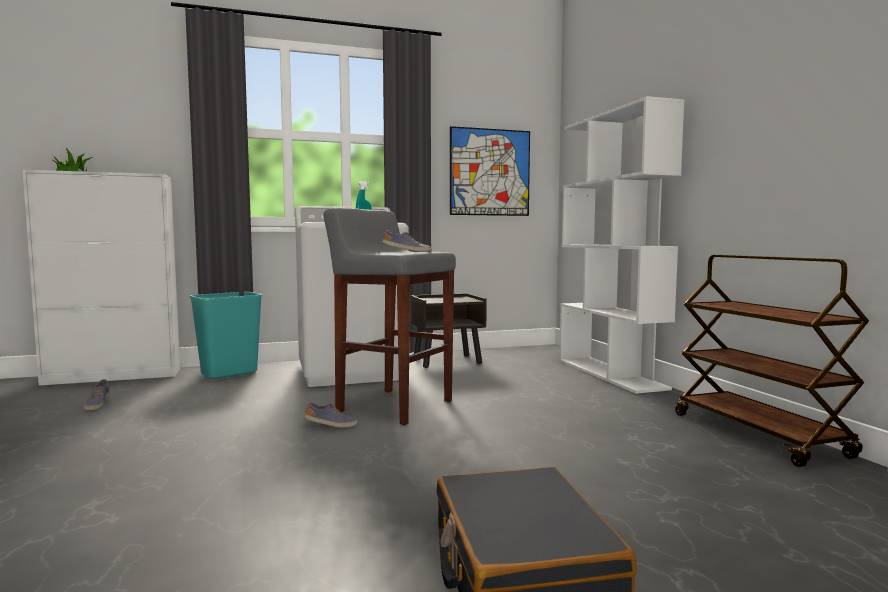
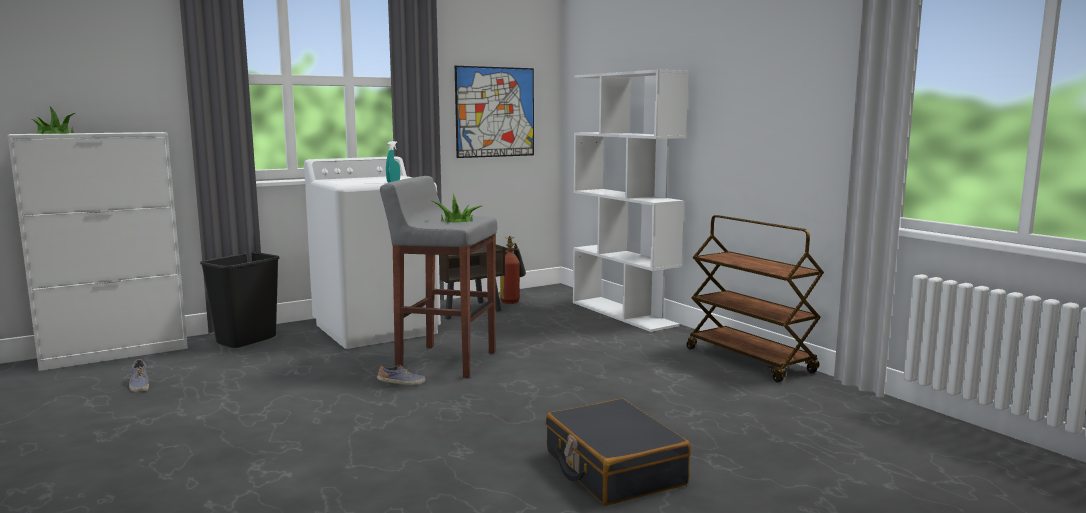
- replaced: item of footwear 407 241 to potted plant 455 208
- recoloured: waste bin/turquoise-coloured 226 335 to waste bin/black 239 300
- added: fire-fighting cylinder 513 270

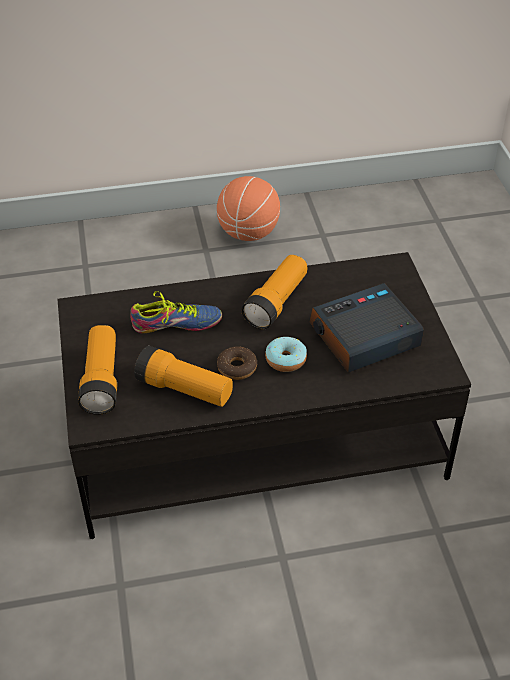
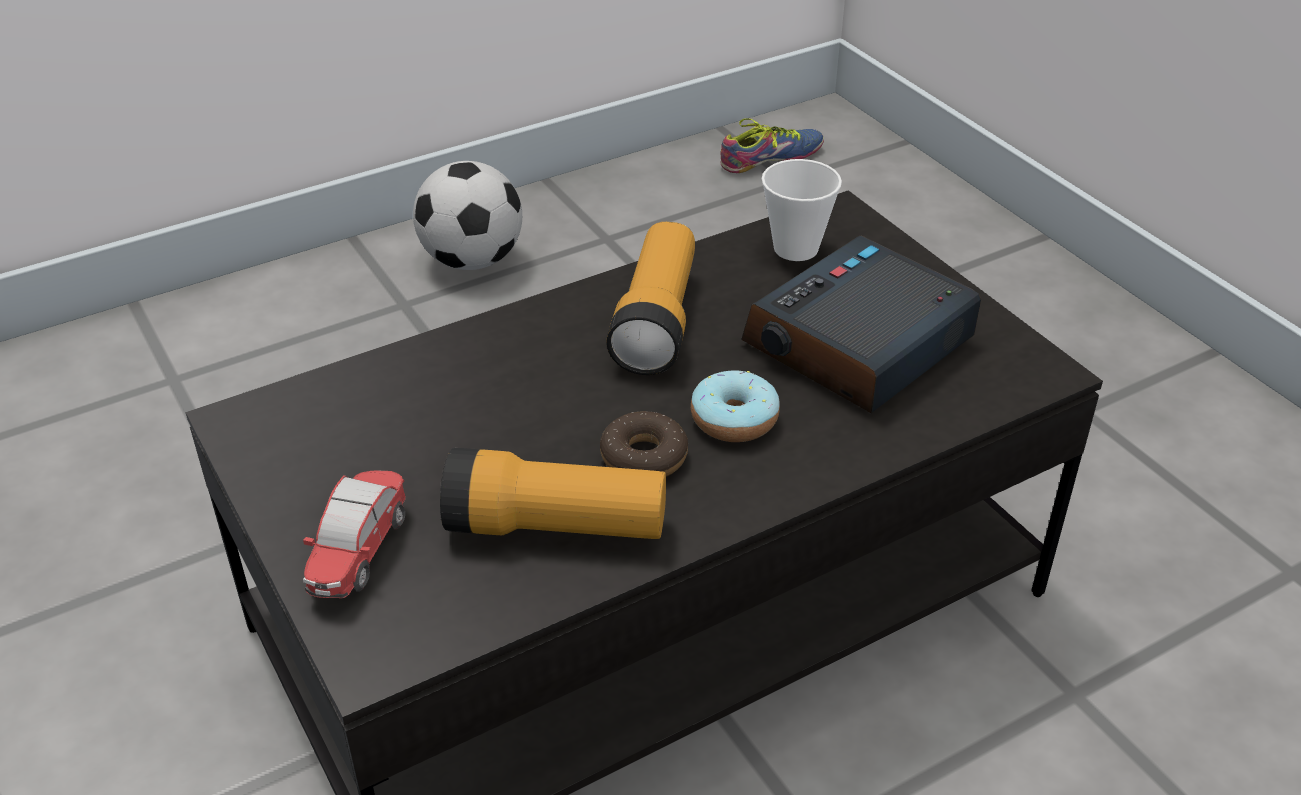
- replaced: basketball 248 208 to football ball 467 215
- moved: item of footwear 176 312 to 772 145
- replaced: flashlight 97 370 to miniature car 354 534
- added: cup 802 210

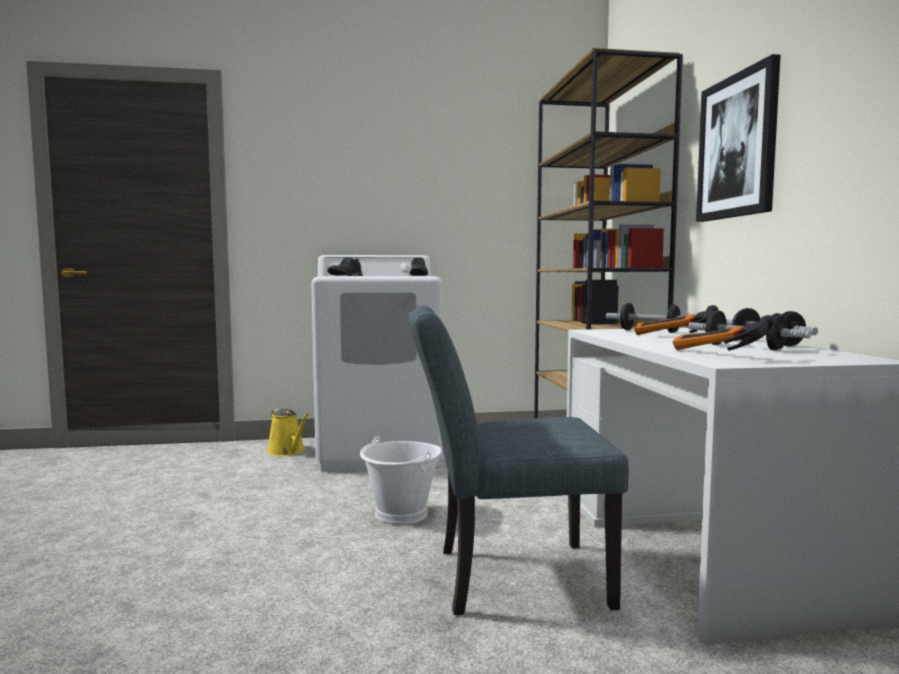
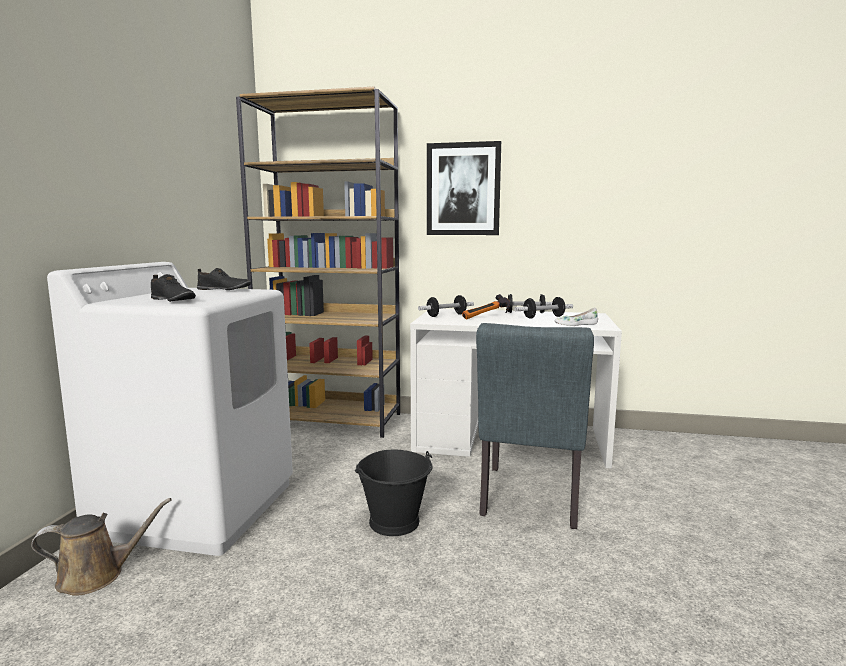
- replaced: tool hammer 724 333 to item of footwear/white 576 317
- recoloured: watering can/yellowish 288 432 to watering can/brown 101 546
- recoloured: water bucket/white 400 480 to water bucket/black 394 493

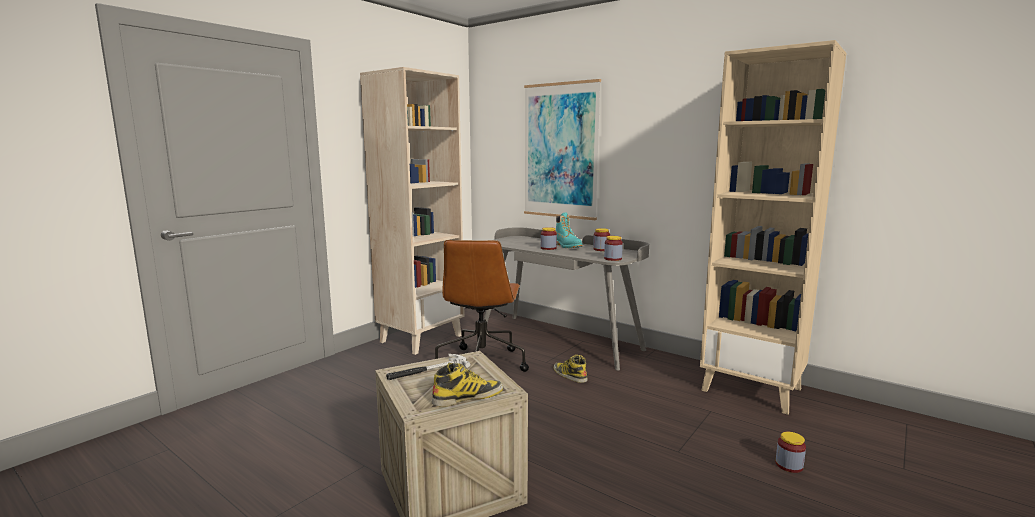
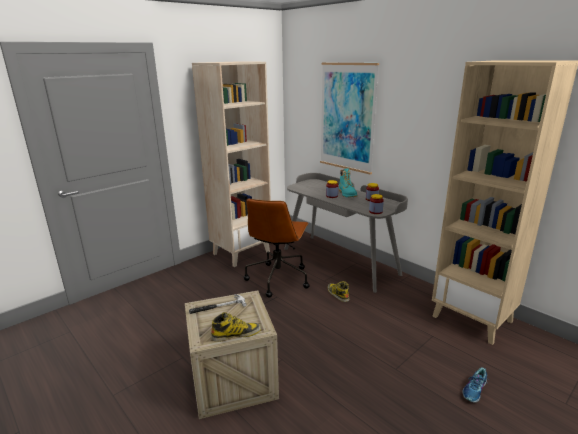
- replaced: preserve jar 791 452 to item of footwear 474 385

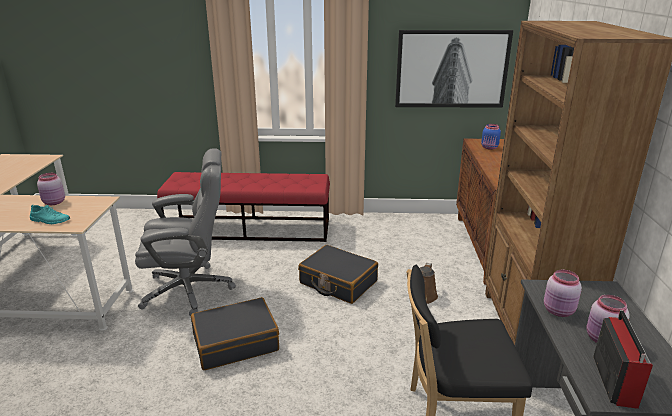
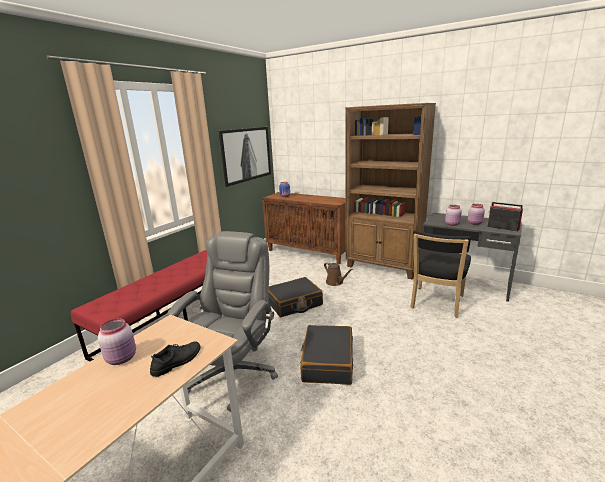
- recoloured: item of footwear/turquoise-coloured 50 214 to item of footwear/black 175 359

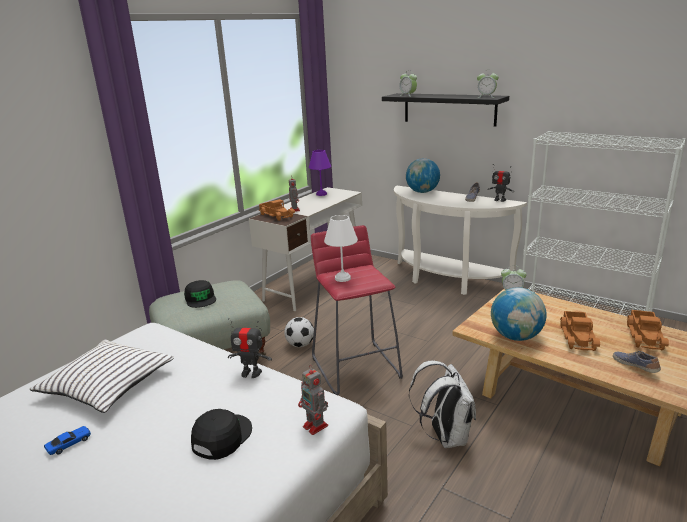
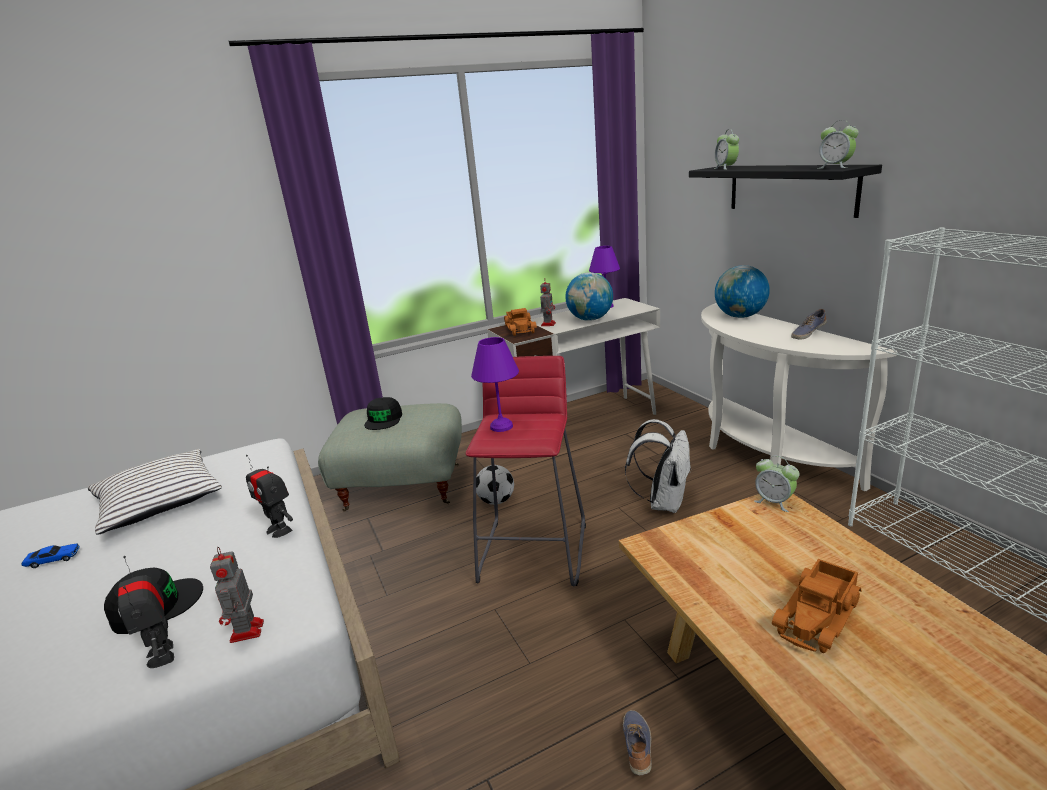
- moved: robot figure 500 184 to 146 612
- recoloured: table lamp/white 341 248 to table lamp/purplish 495 384
- moved: world globe 519 314 to 589 296
- removed: model truck 648 330
- moved: item of footwear 637 362 to 637 742
- moved: rucksack/white 442 404 to 658 466

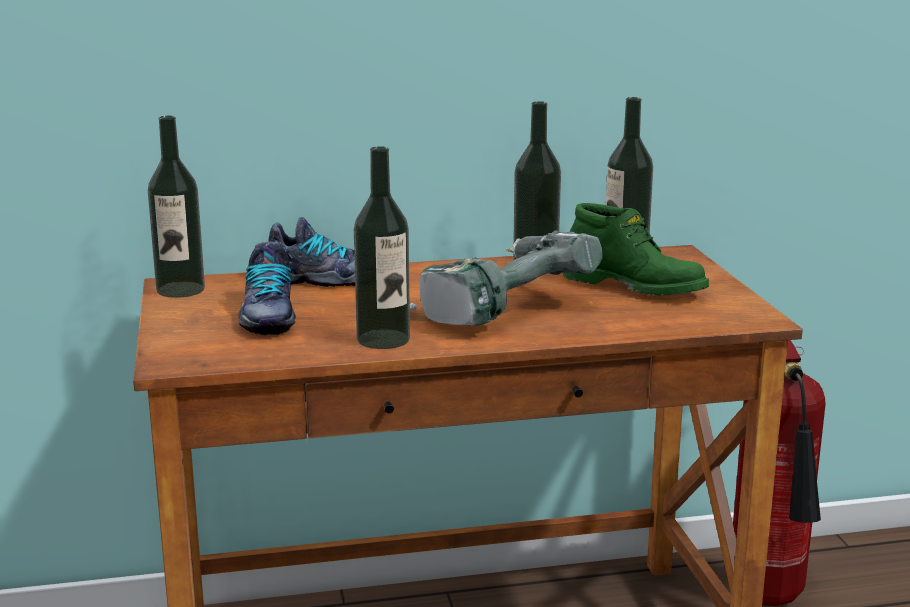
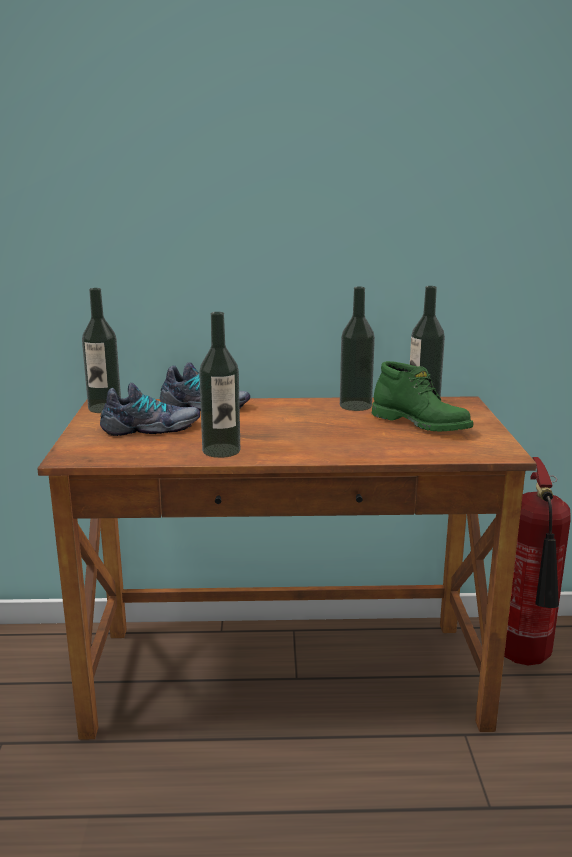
- removed: electric drill 506 278
- turned: item of footwear 267 288 = 150 409 105 degrees counterclockwise

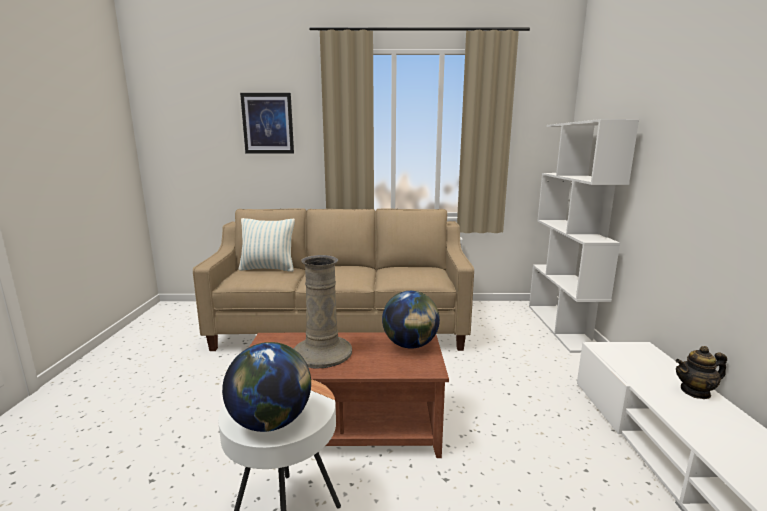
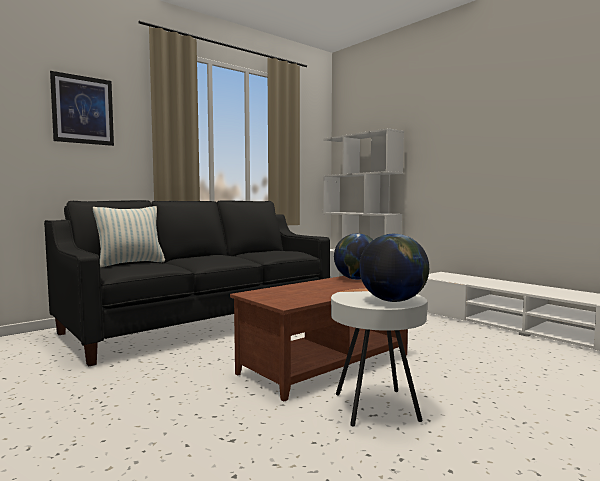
- recoloured: sofa/sand-coloured 333 279 to sofa/black 187 283
- removed: vase/sand-coloured 323 311
- removed: tea pot 701 372

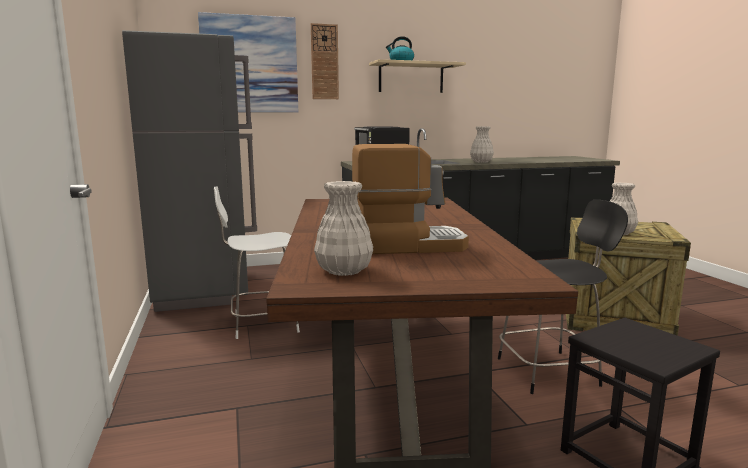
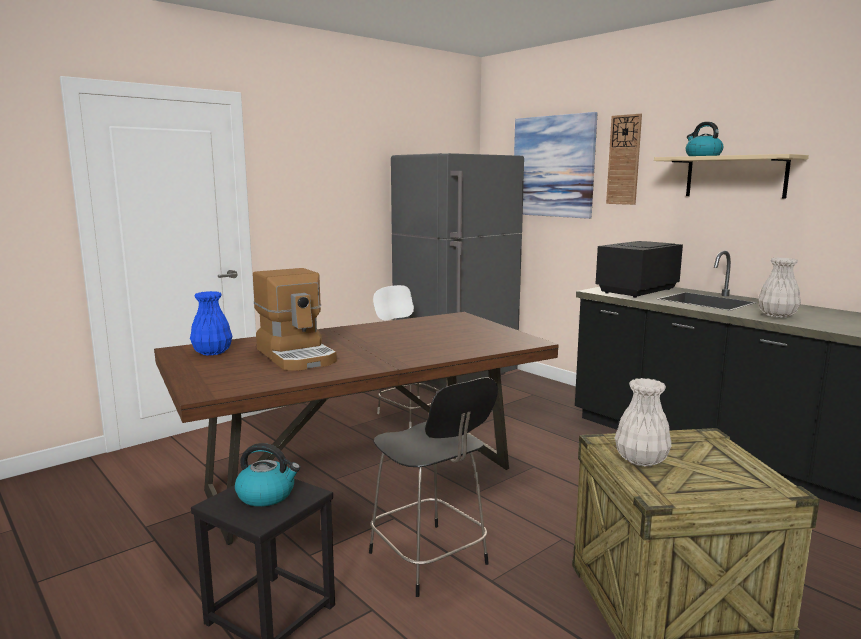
- recoloured: vase/white 343 228 to vase/bluish 211 323
- added: tea kettle 267 475

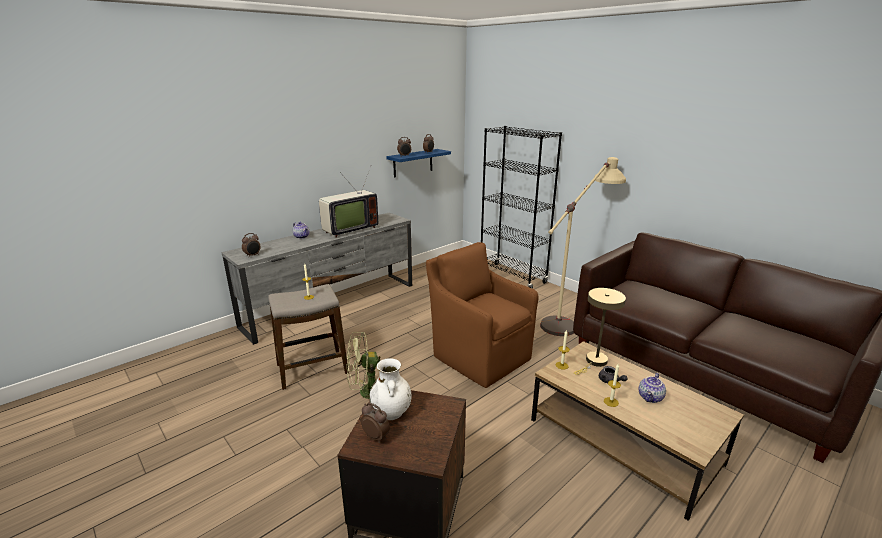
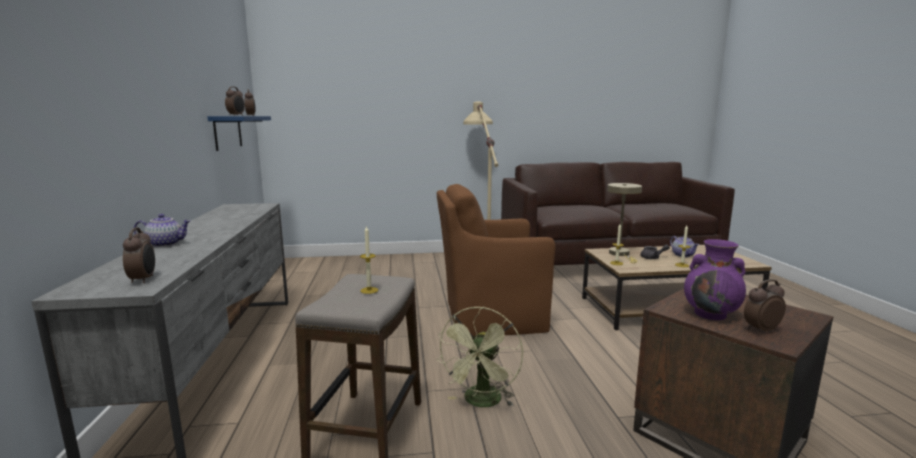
- removed: bookshelf/black 521 207
- removed: TV 348 202
- recoloured: vase/white 391 389 to vase/purplish 715 279

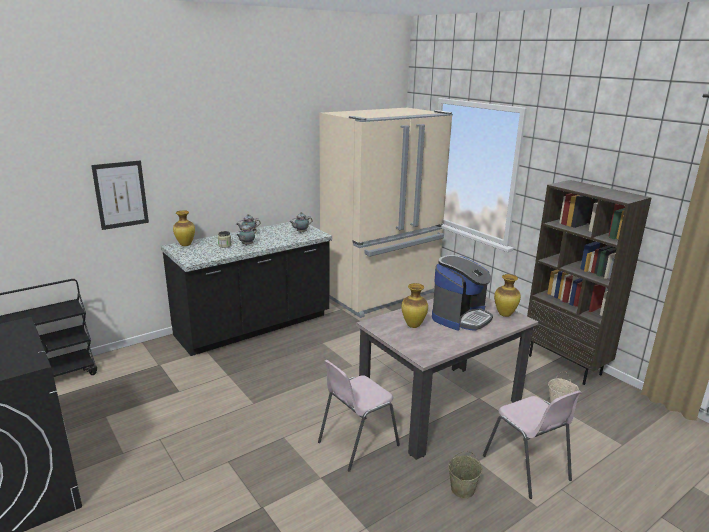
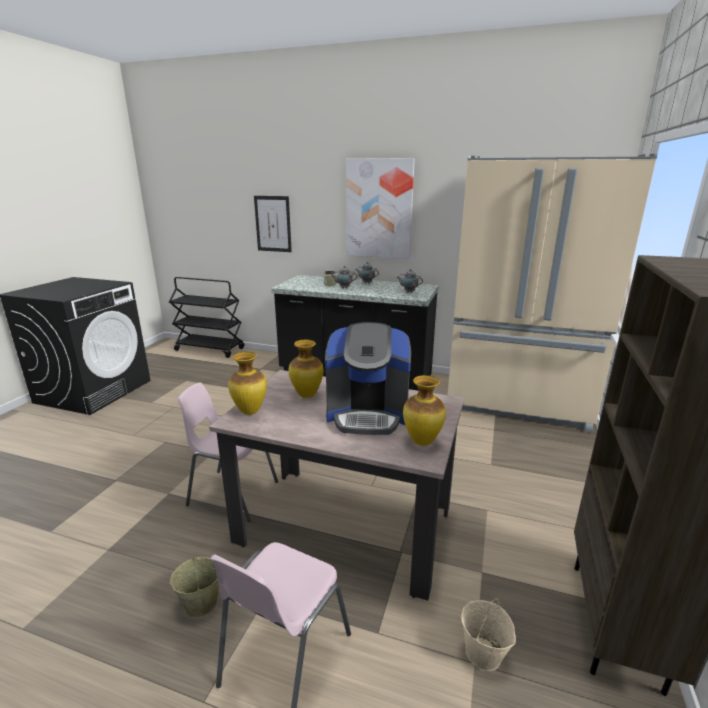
- moved: vase 184 228 to 247 383
- added: picture 380 208

